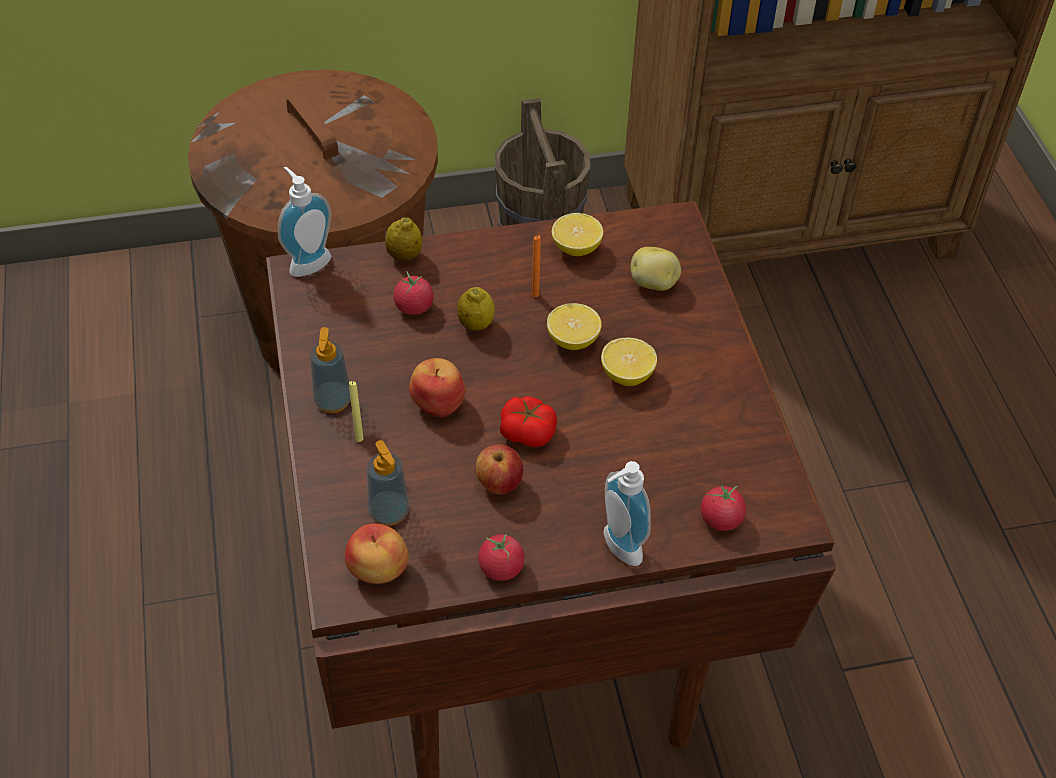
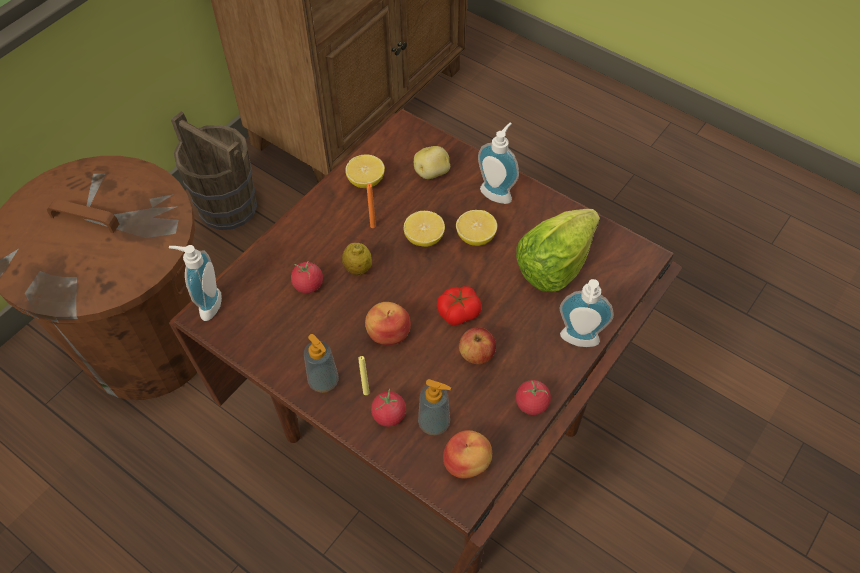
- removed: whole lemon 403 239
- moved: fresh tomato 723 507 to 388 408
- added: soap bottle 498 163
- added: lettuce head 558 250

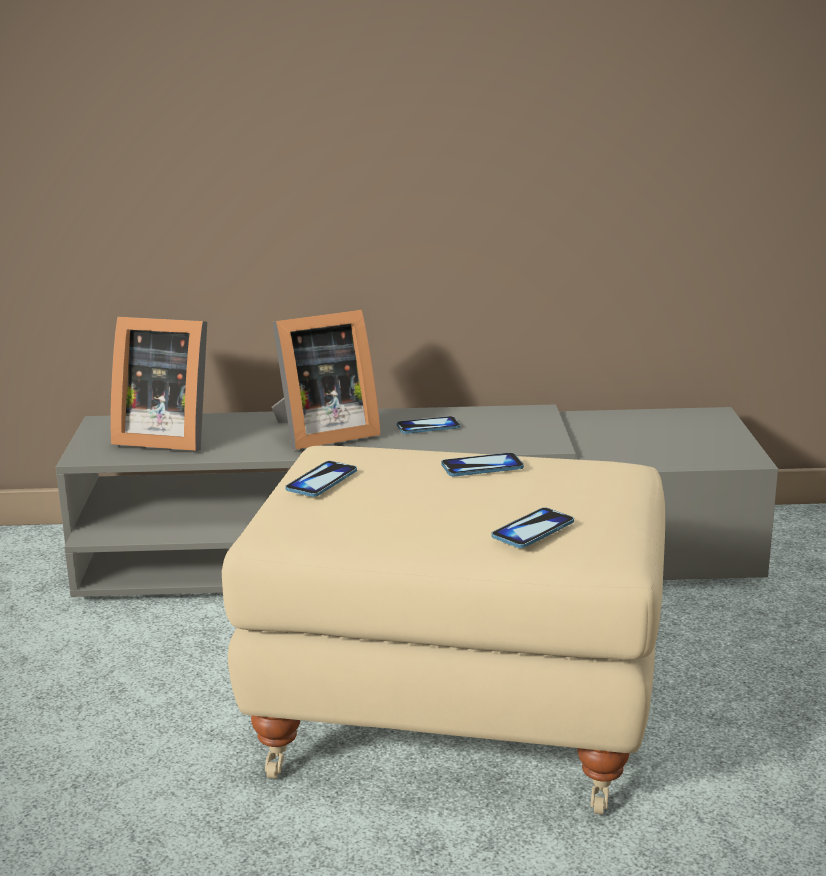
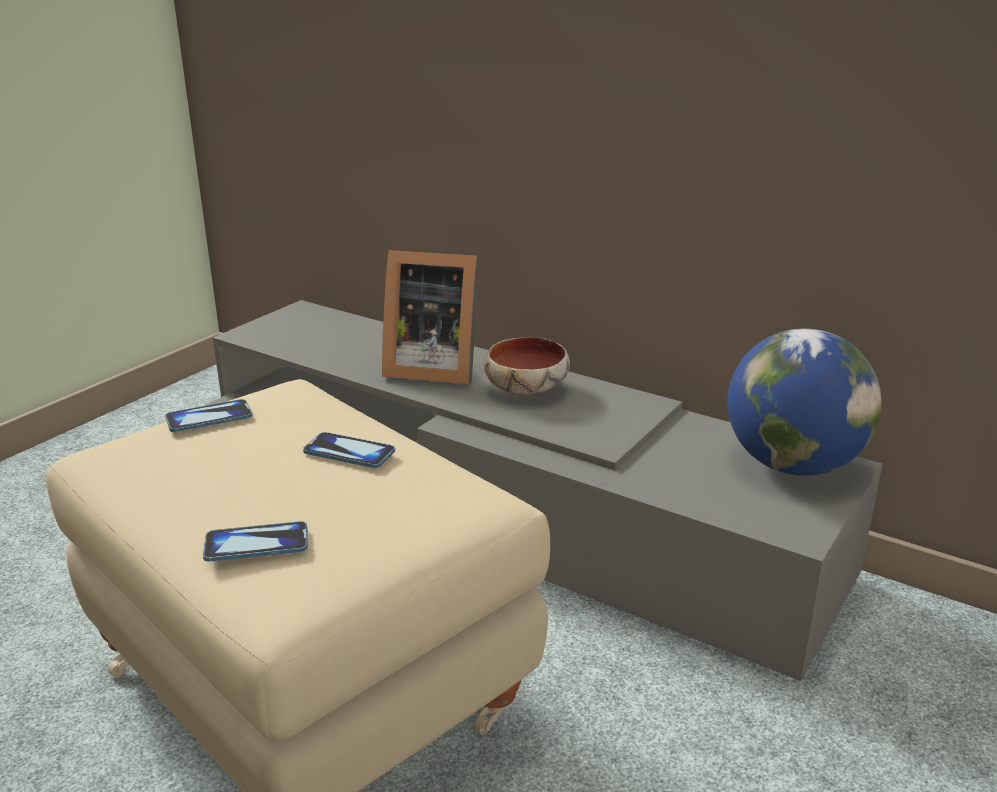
- removed: picture frame 158 384
- replaced: telephone 428 425 to serving bowl 527 366
- added: world globe 804 402

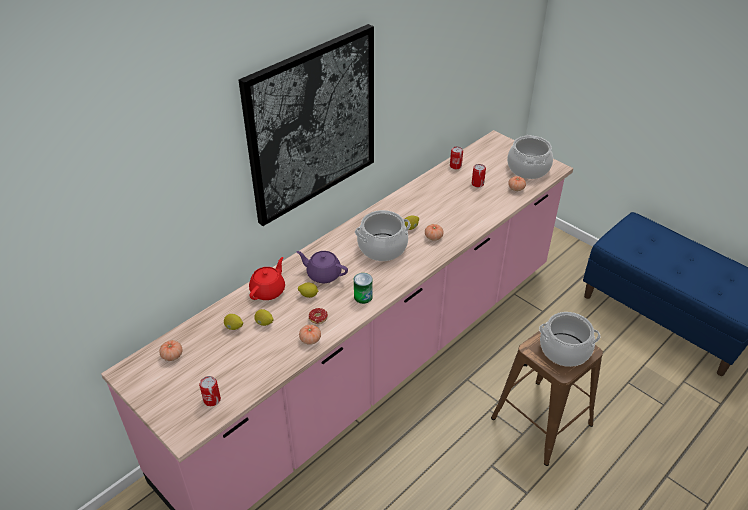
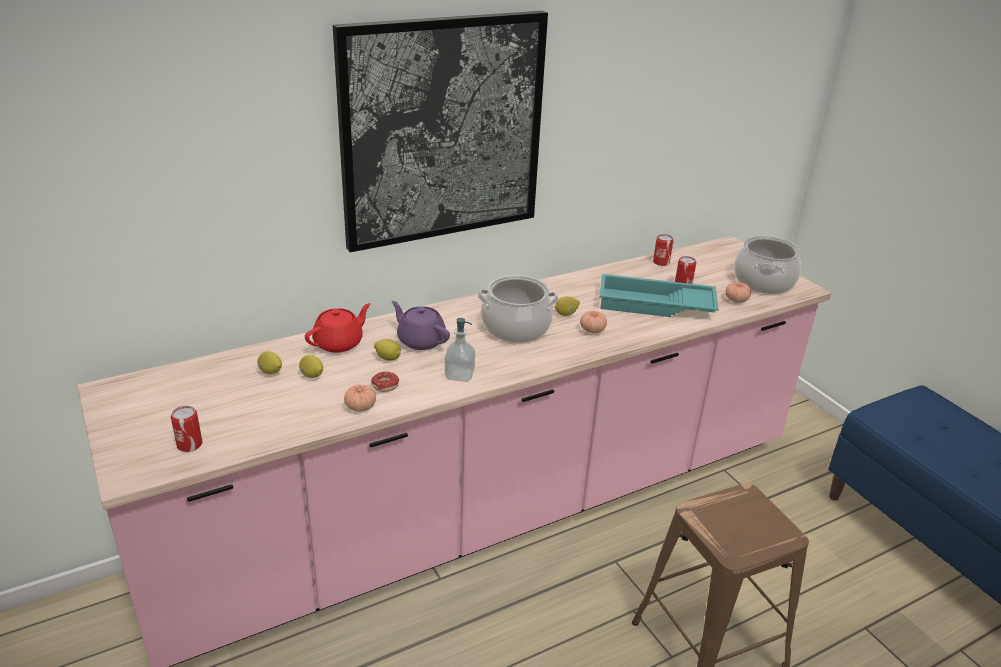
- replaced: metal can 363 288 to soap bottle 460 350
- removed: saucepot 570 339
- removed: fresh tomato 171 350
- added: serving tray/turquoise-coloured 659 295

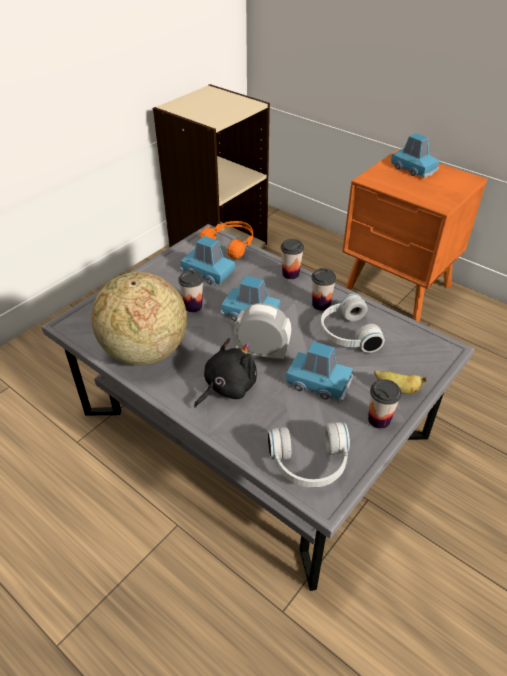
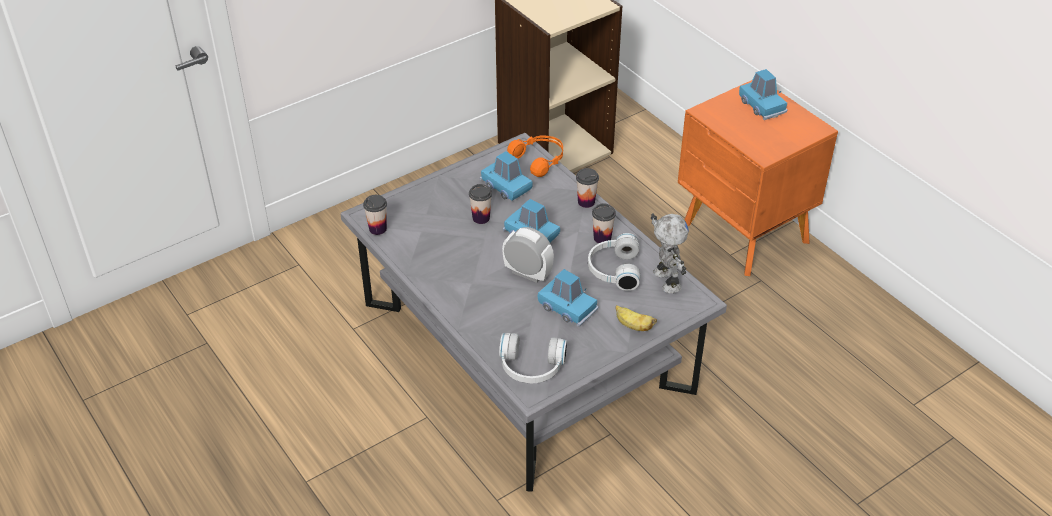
- removed: world globe 139 318
- removed: soft toy/black 225 373
- moved: cup 385 404 to 375 215
- added: robot figure 670 253

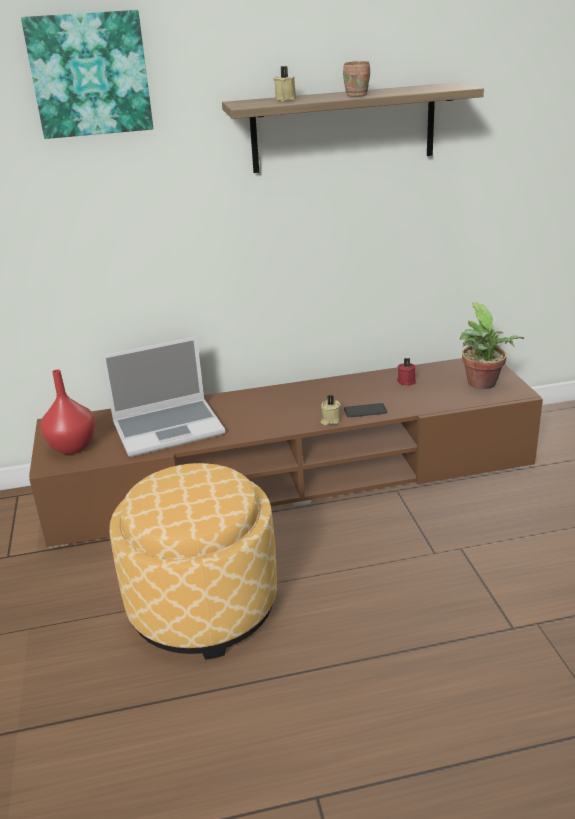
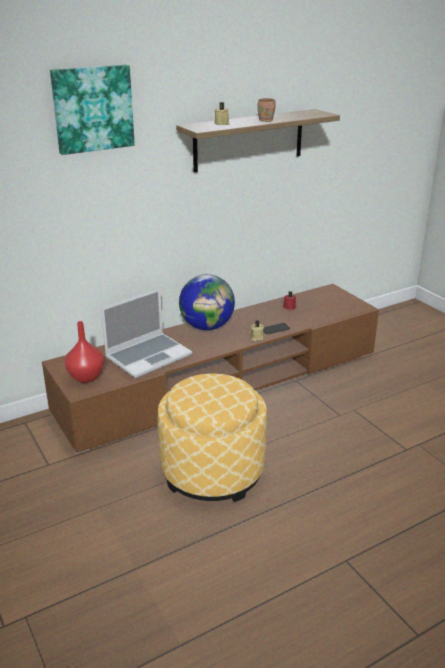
- removed: potted plant 492 345
- added: world globe 207 302

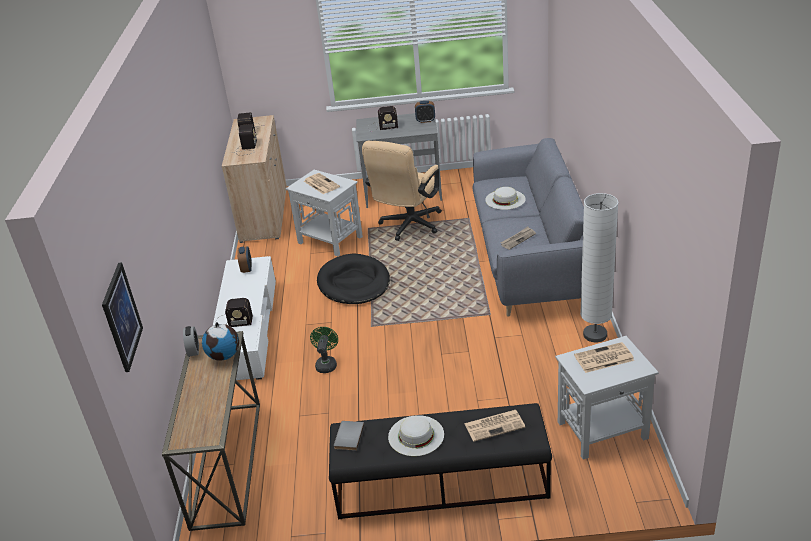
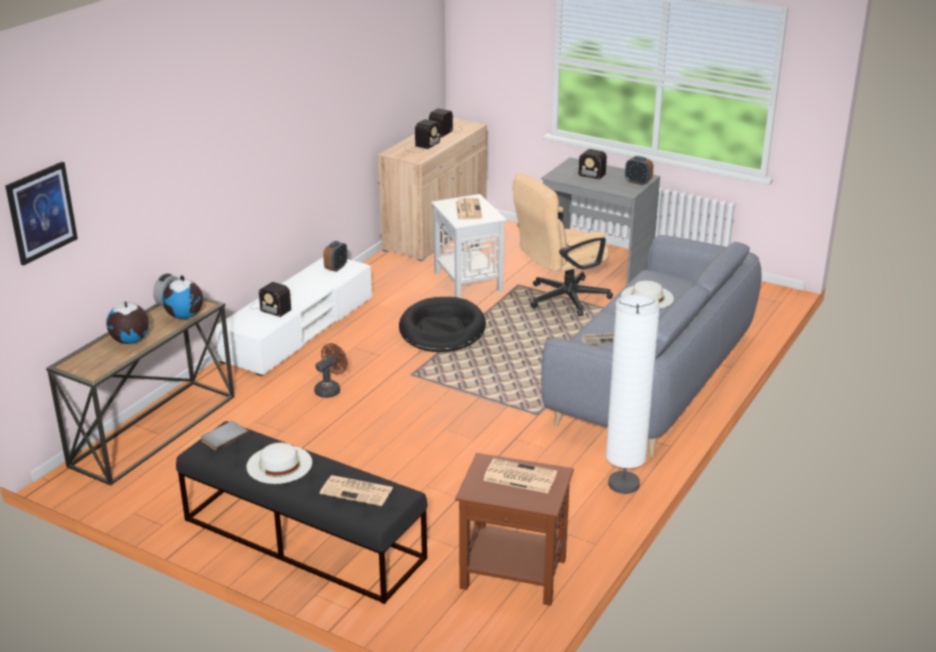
- recoloured: fan/green 324 350 to fan/brown 331 370
- recoloured: end table/white 607 398 to end table/brown 514 529
- added: world globe 127 322

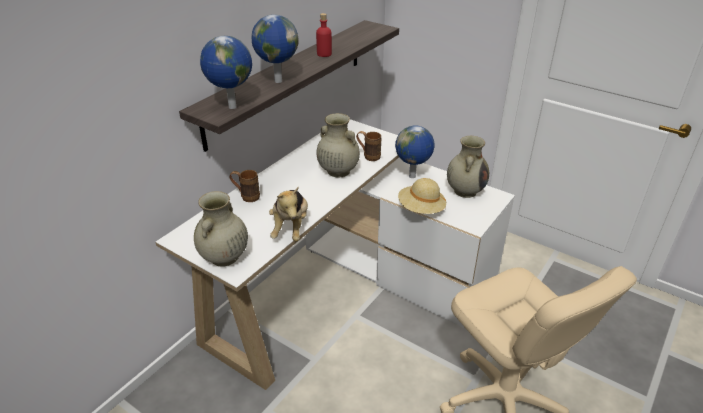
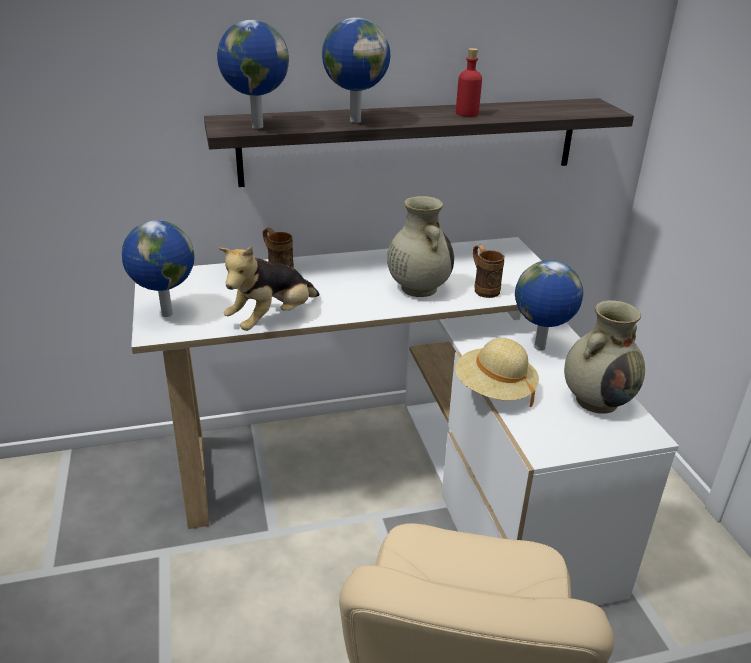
- replaced: vase/sand-coloured 221 228 to world globe 158 268

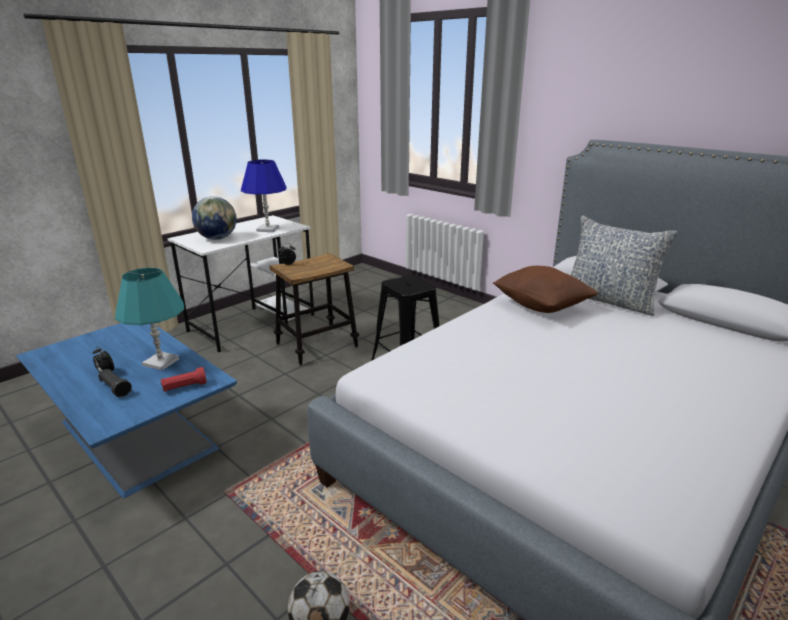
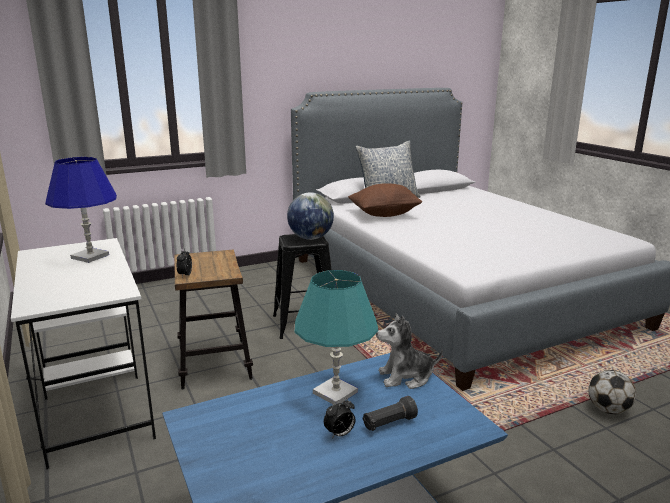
- moved: world globe 214 218 to 310 216
- replaced: flashlight/red 184 379 to soft toy 409 351

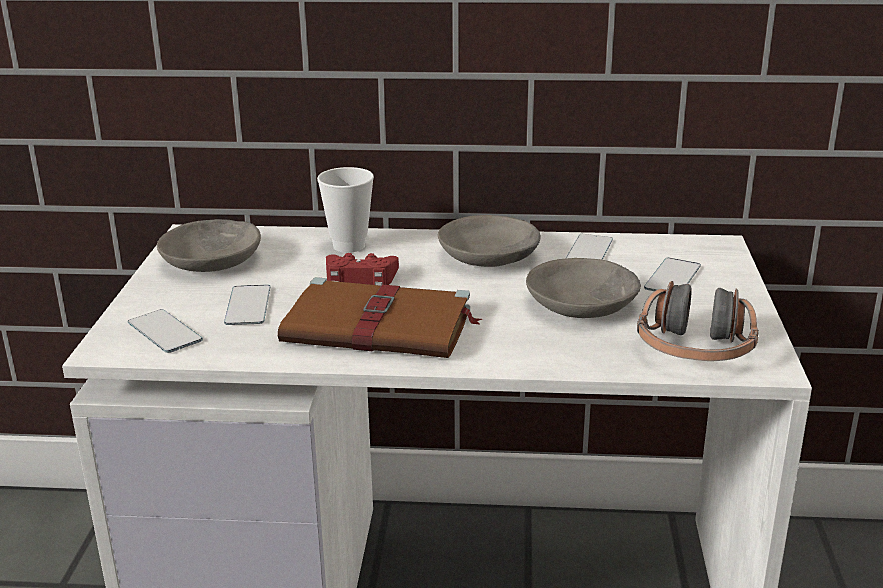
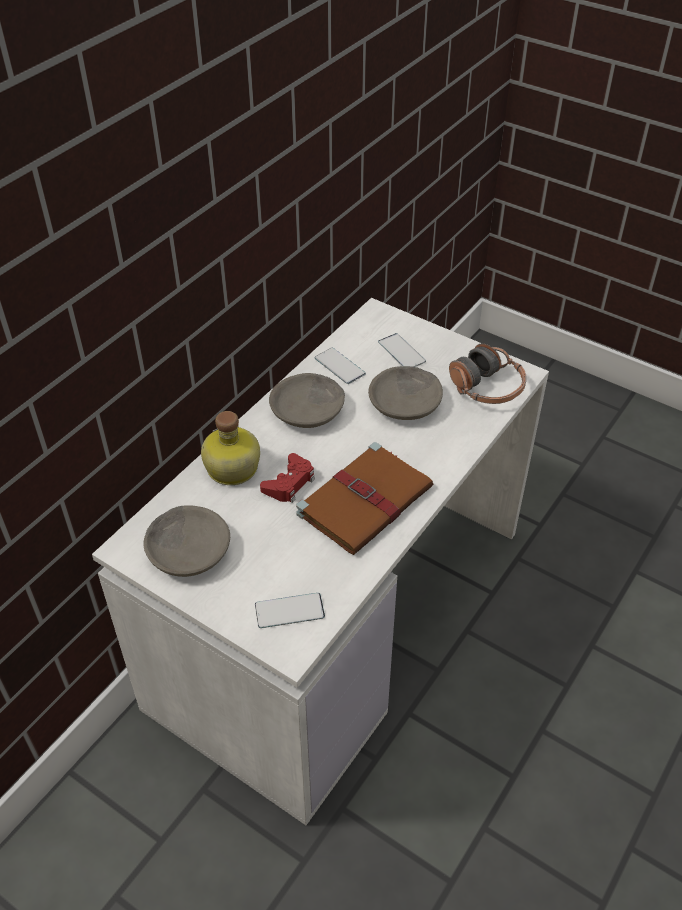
- replaced: cup 345 210 to bottle 230 448
- removed: telephone 247 305

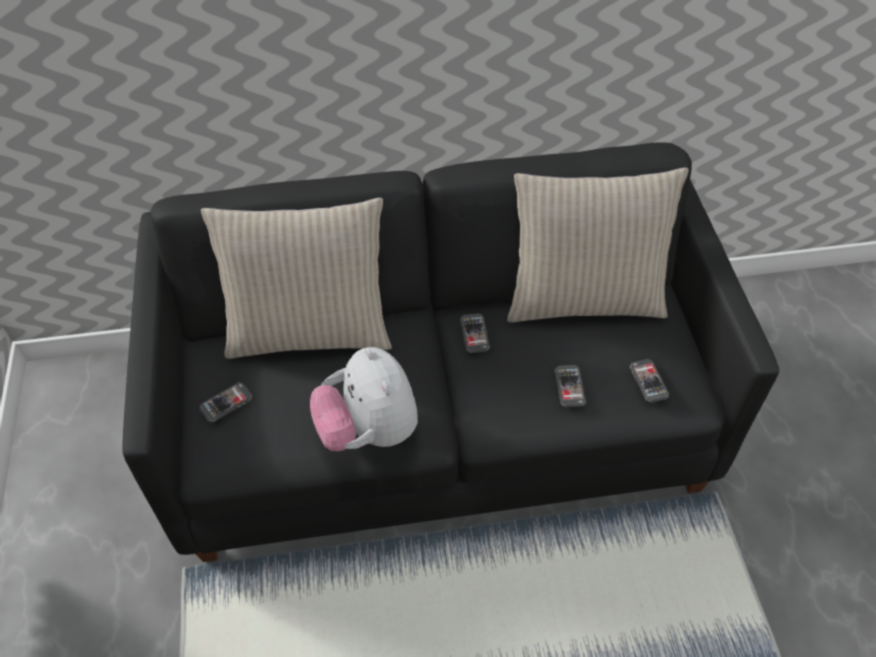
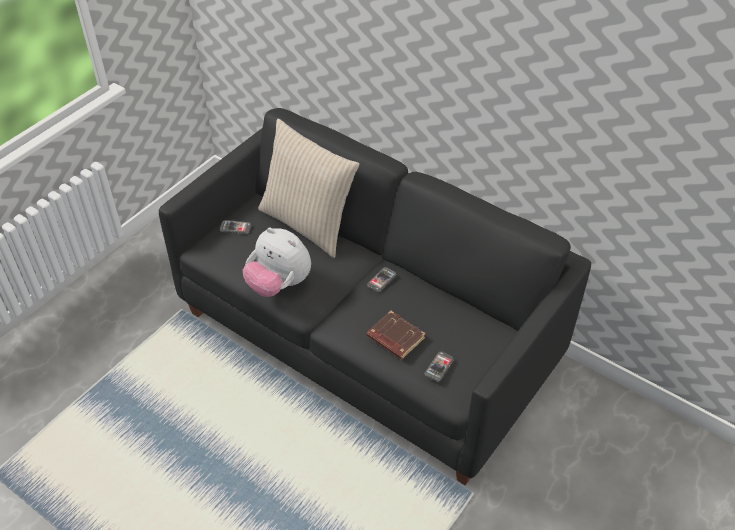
- removed: throw pillow/sand-coloured 598 245
- turned: soft toy 364 399 = 277 262 75 degrees counterclockwise
- replaced: telephone 570 386 to book/brown 396 335

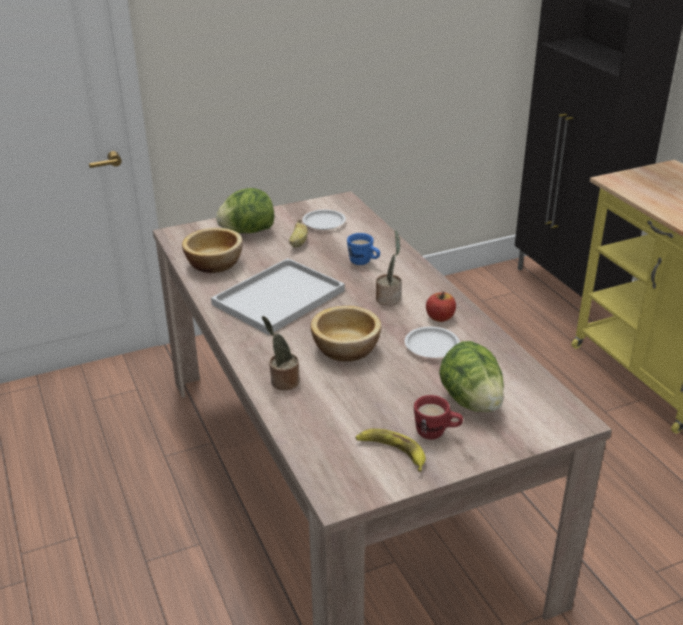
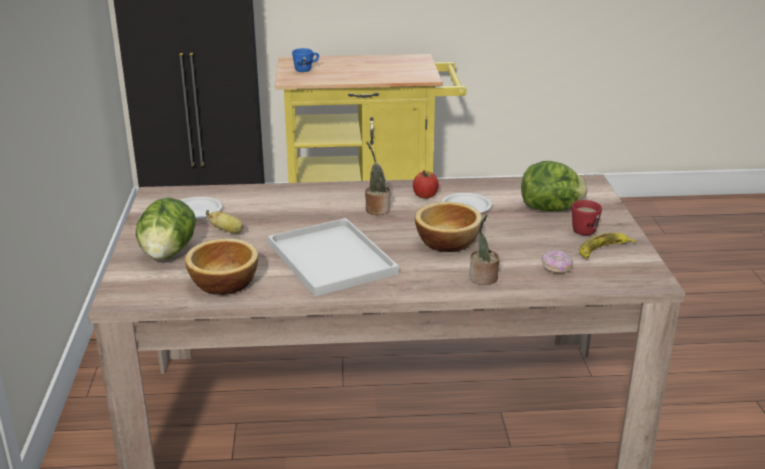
- moved: coffee mug/bluish 363 249 to 305 60
- added: donut 557 261

